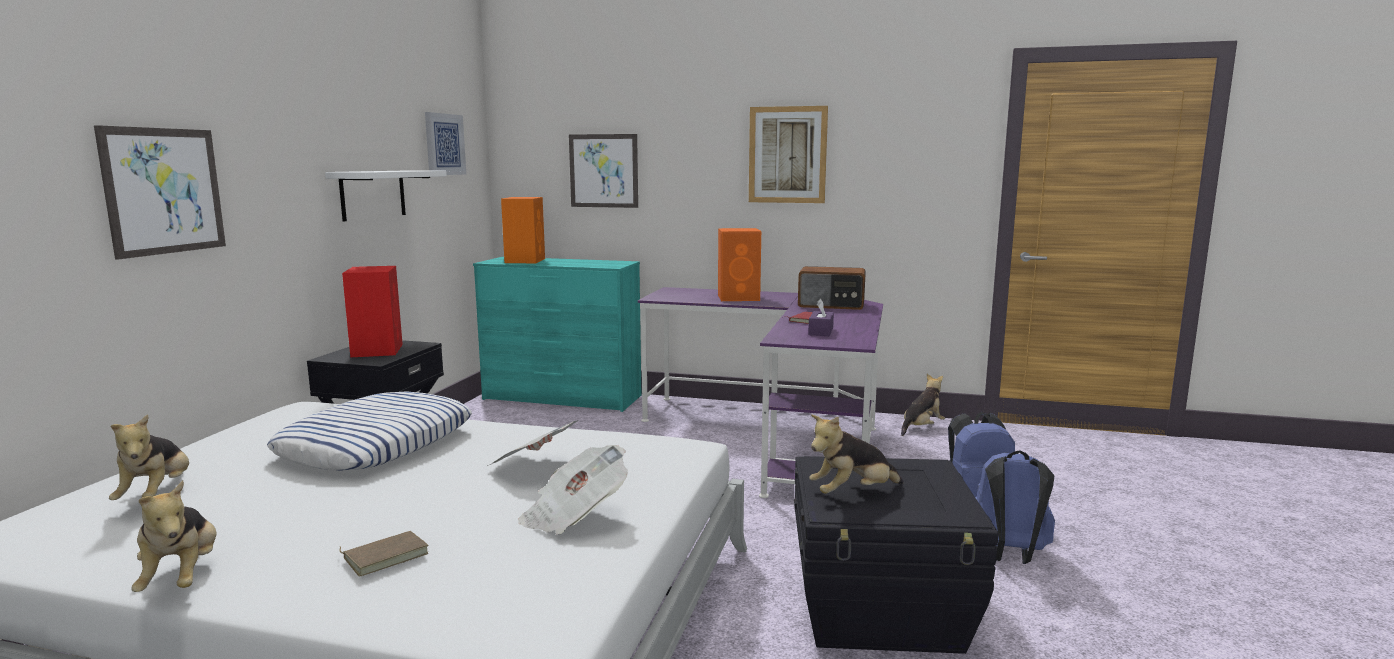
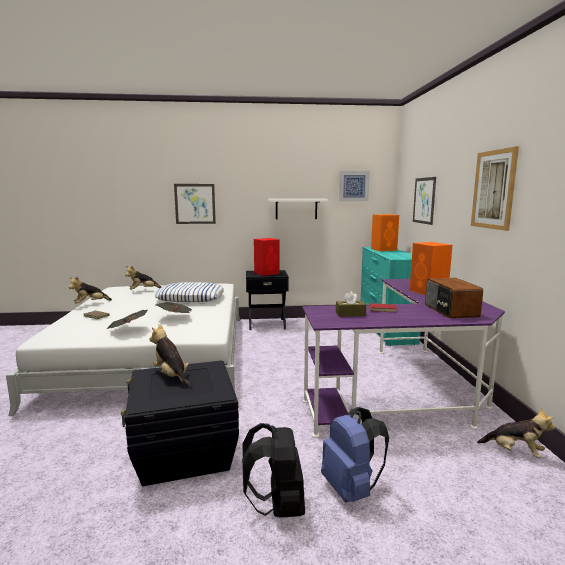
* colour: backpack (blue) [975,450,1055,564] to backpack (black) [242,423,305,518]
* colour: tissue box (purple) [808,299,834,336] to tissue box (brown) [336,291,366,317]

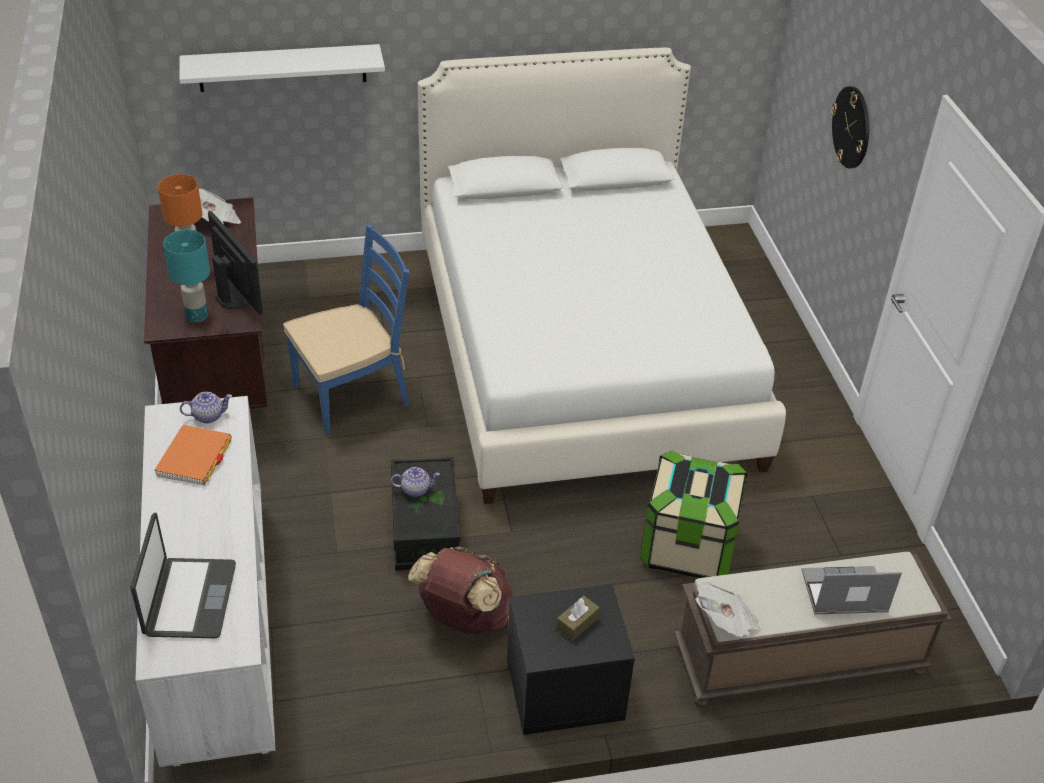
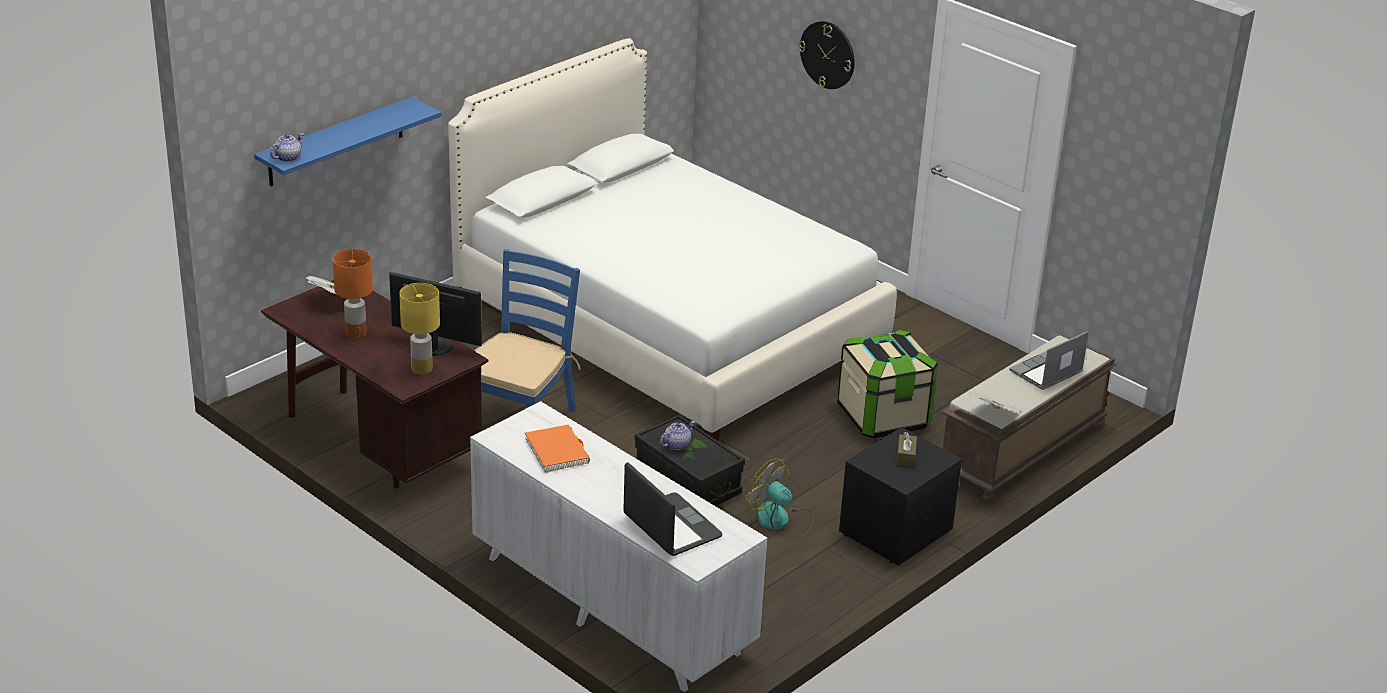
* colour: shelf (white) [179,44,385,92] to shelf (blue) [254,97,442,187]
* relocated: teapot [180,392,232,423] to [270,133,304,162]
* colour: table lamp (turquoise) [163,230,210,323] to table lamp (yellow) [399,283,440,375]
* exchanged: backpack (brown) [408,546,513,634] to fan [744,458,814,538]

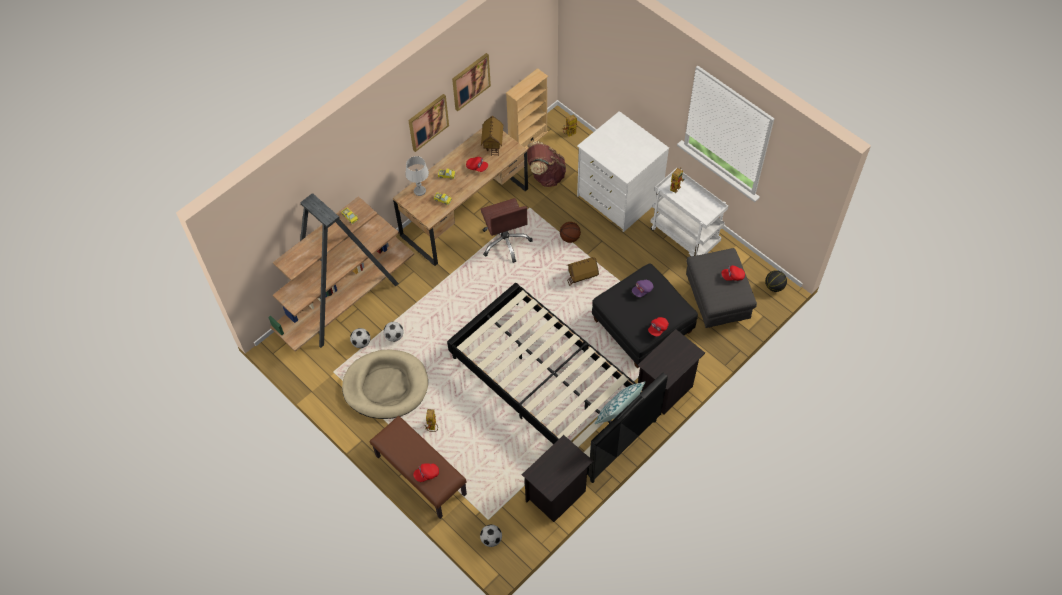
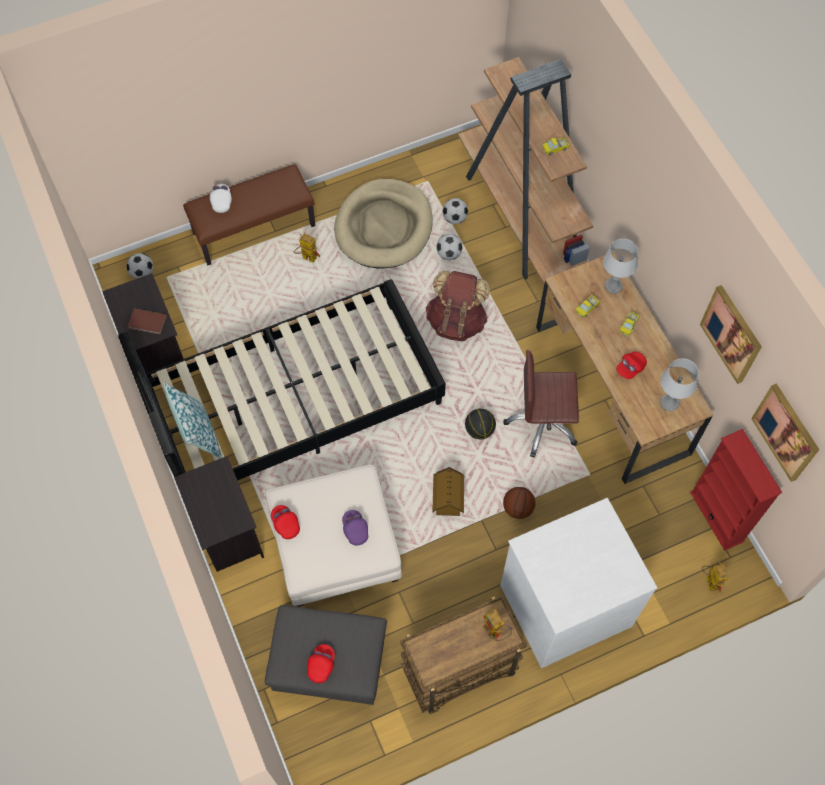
* appeared: book (brown) [127,308,167,334]
* colour: cap (red) [413,463,439,482] to cap (white) [210,184,232,213]
* colour: ottoman (black) [592,264,698,368] to ottoman (white) [266,465,402,607]
* colour: cart (white) [650,168,728,256] to cart (brown) [400,596,527,714]
* relocated: backpack (brown) [527,141,566,187] to [426,271,490,341]
* relocated: basketball [765,270,787,292] to [465,409,496,439]
* exchanged: toy house [481,115,503,156] to table lamp (grey) [660,359,699,411]
* colour: bookcase (beige) [506,68,548,149] to bookcase (red) [690,429,782,551]
* relocated: picture [408,94,449,152] to [751,383,819,482]

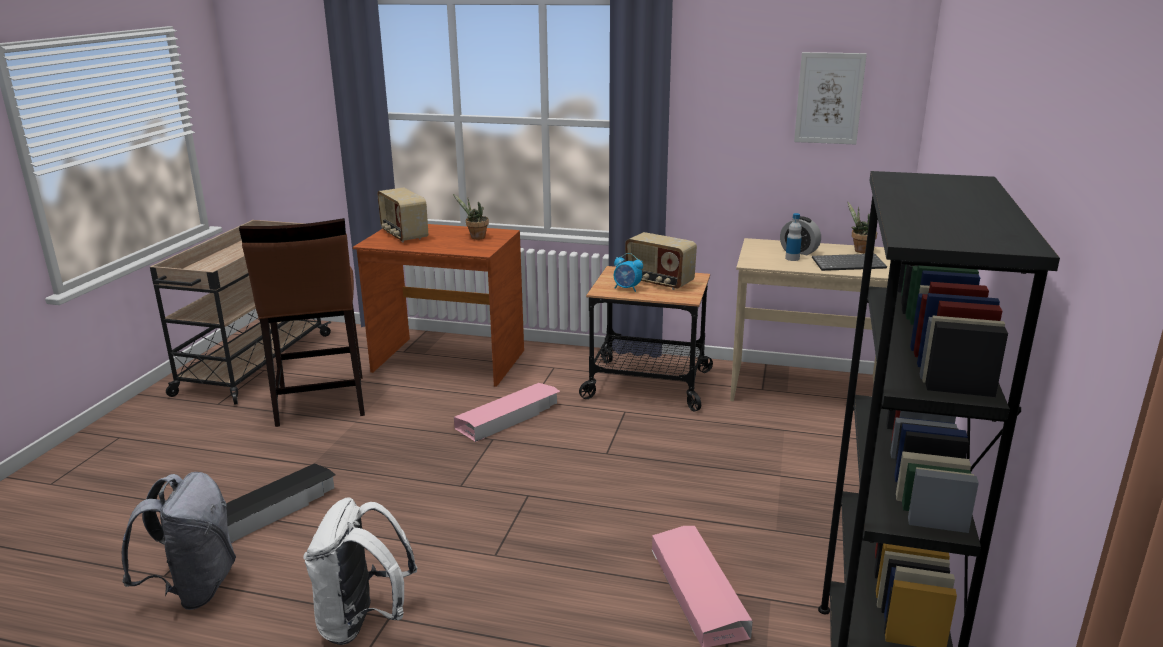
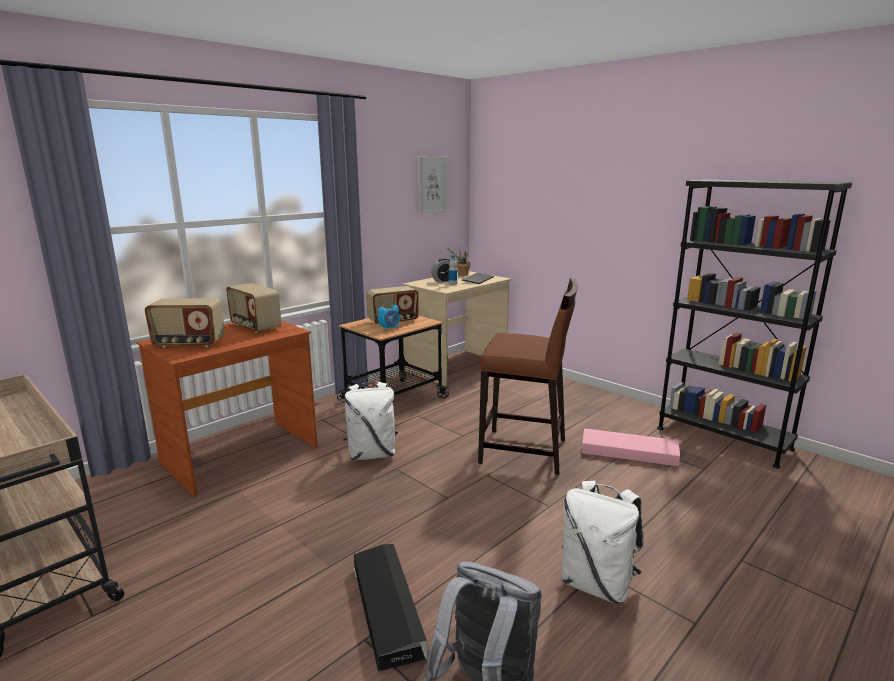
* exchanged: potted plant [453,194,489,239] to radio [226,283,281,333]
* exchanged: storage box (pink) [454,383,560,442] to backpack (white) [343,382,398,460]
* relocated: stool (brown) [239,218,365,427] to [478,278,578,475]

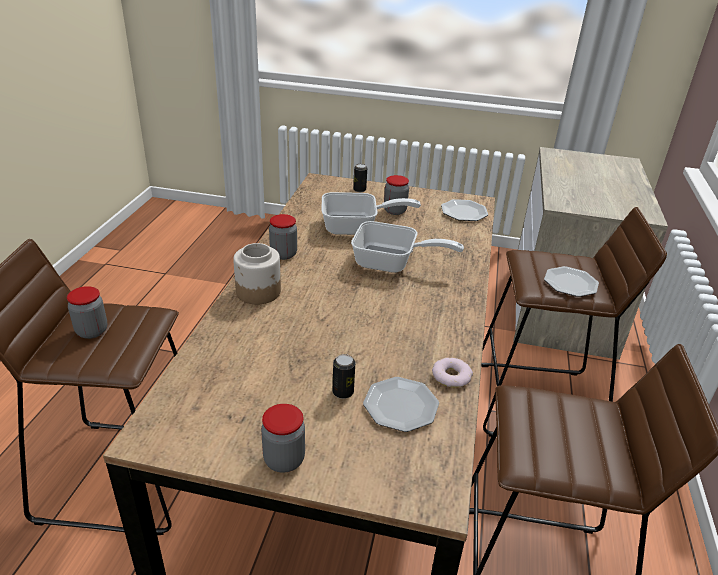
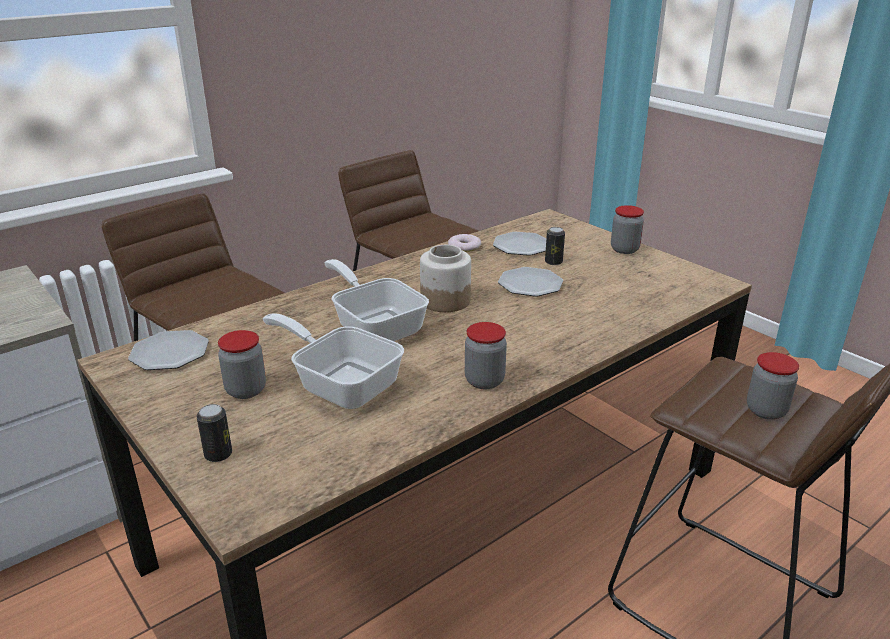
* relocated: jar [233,243,281,304] to [420,245,471,312]
* relocated: plate [544,266,599,297] to [498,267,563,297]

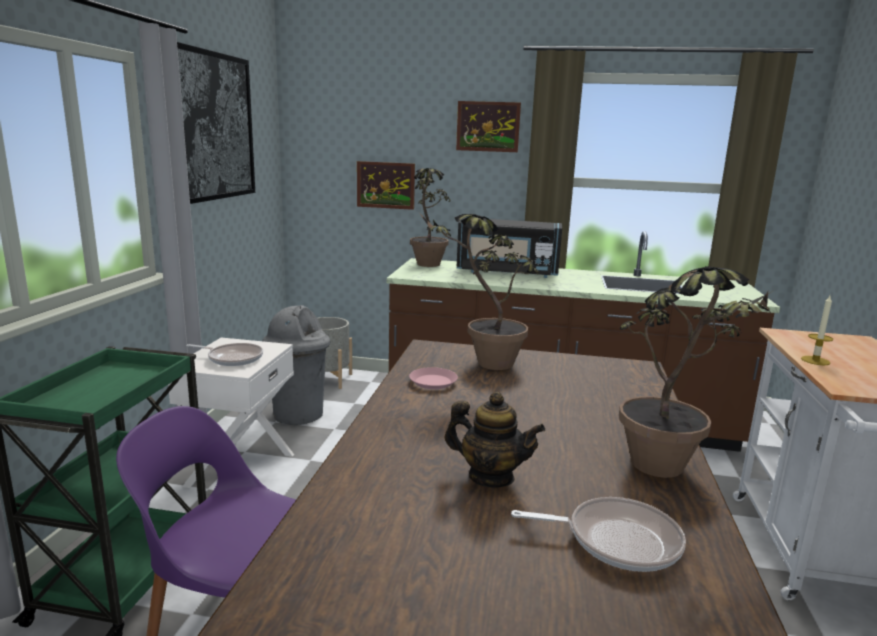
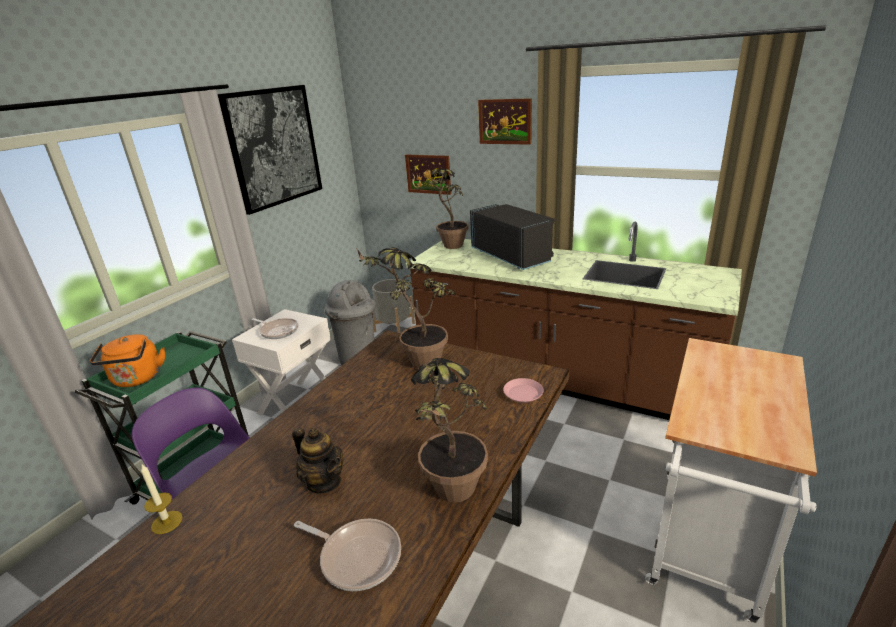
* appeared: kettle (orange) [89,334,165,387]
* relocated: candle [801,296,833,365] to [141,463,183,534]
* spun: microwave (black) [457,218,562,278] = [470,204,555,270] 150 degrees counterclockwise
* relocated: plate (pink) [409,367,458,389] to [503,378,544,403]

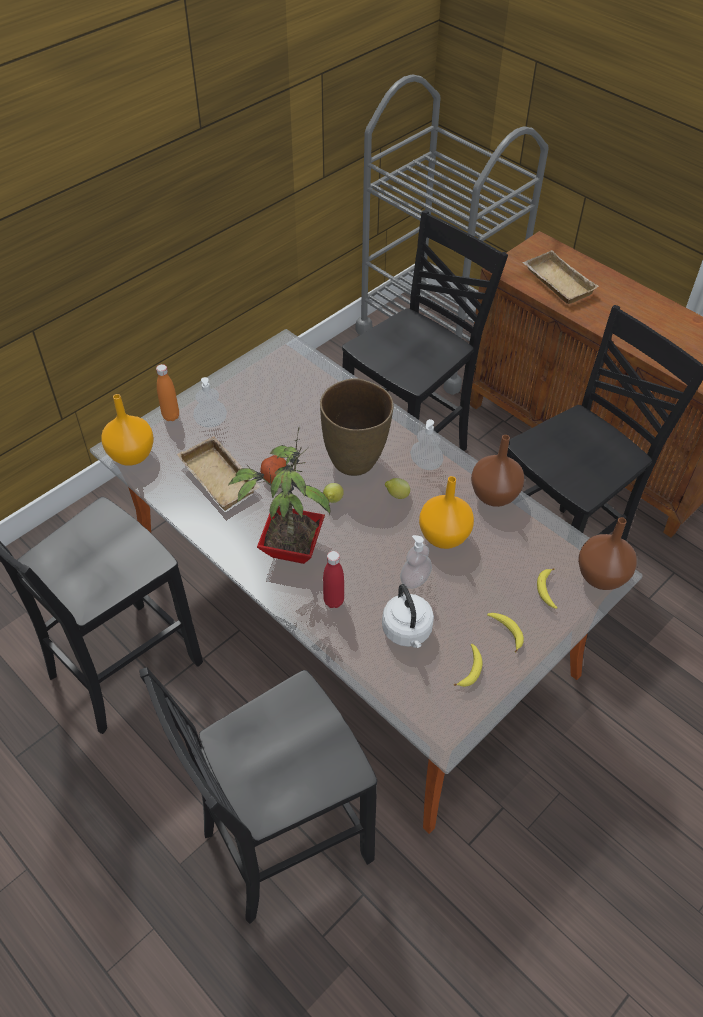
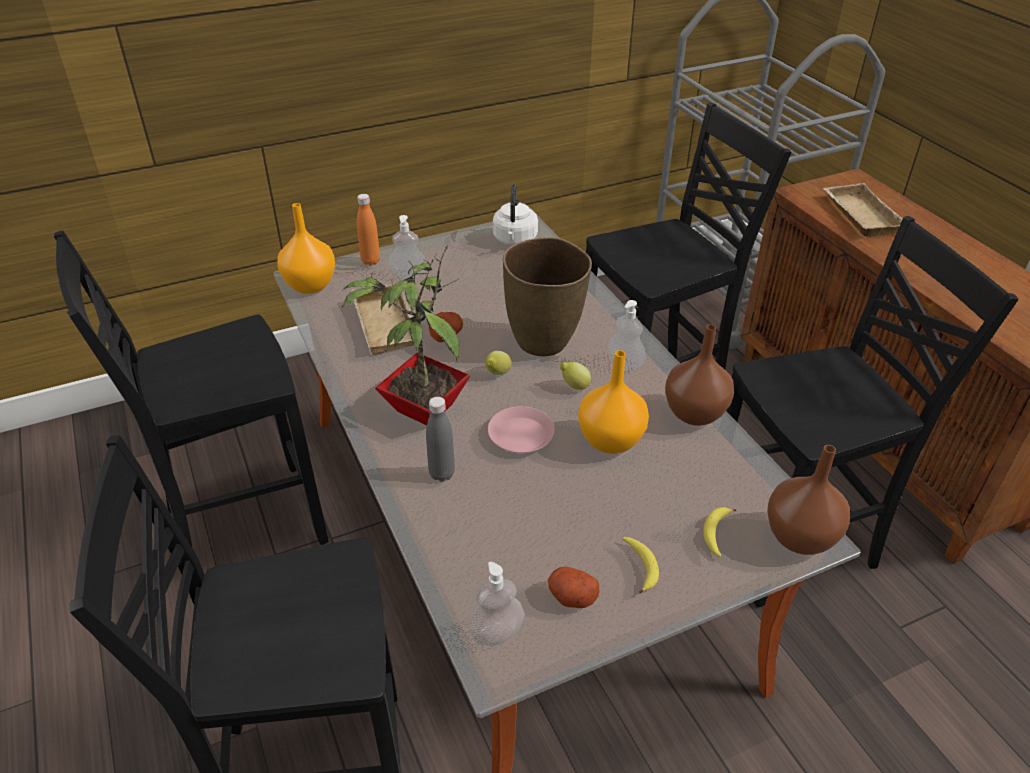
* colour: bottle (red) [323,551,344,608] to bottle (grey) [426,397,455,482]
* relocated: soap dispenser [400,535,432,589] to [468,561,525,646]
* appeared: plate (pink) [488,406,555,453]
* relocated: kettle (white) [382,584,434,648] to [493,184,538,246]
* exchanged: banana [454,644,483,687] to potato [548,566,600,608]

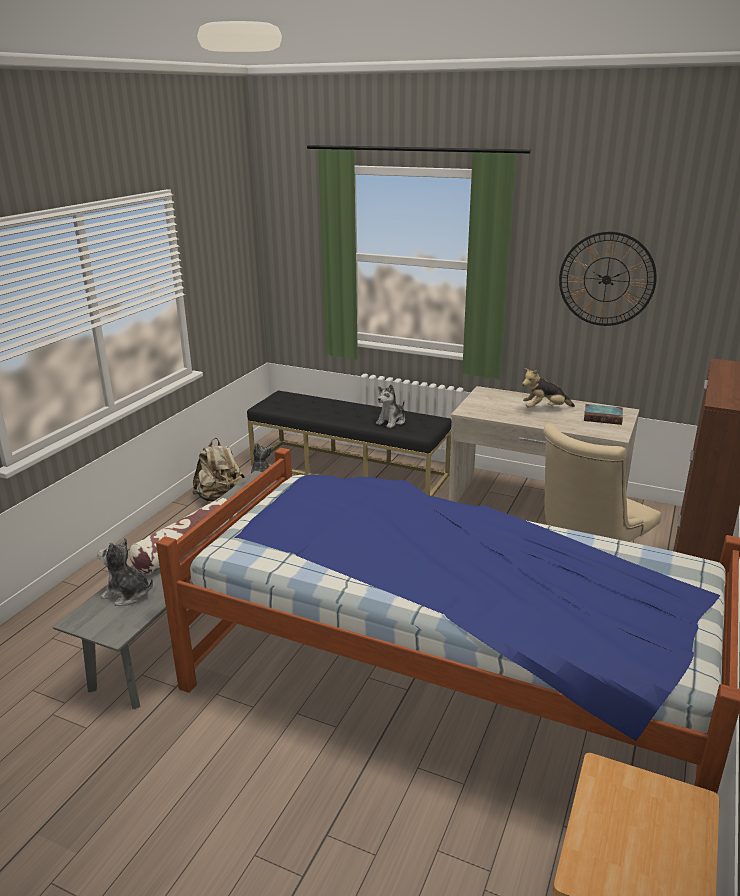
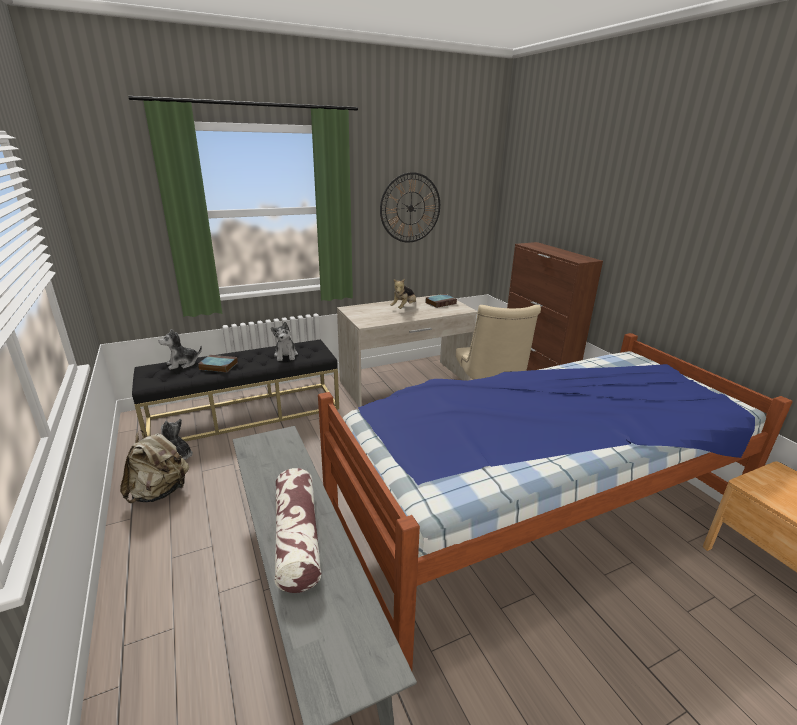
* relocated: plush toy [97,538,153,606] to [158,329,202,370]
* appeared: book [198,355,238,372]

